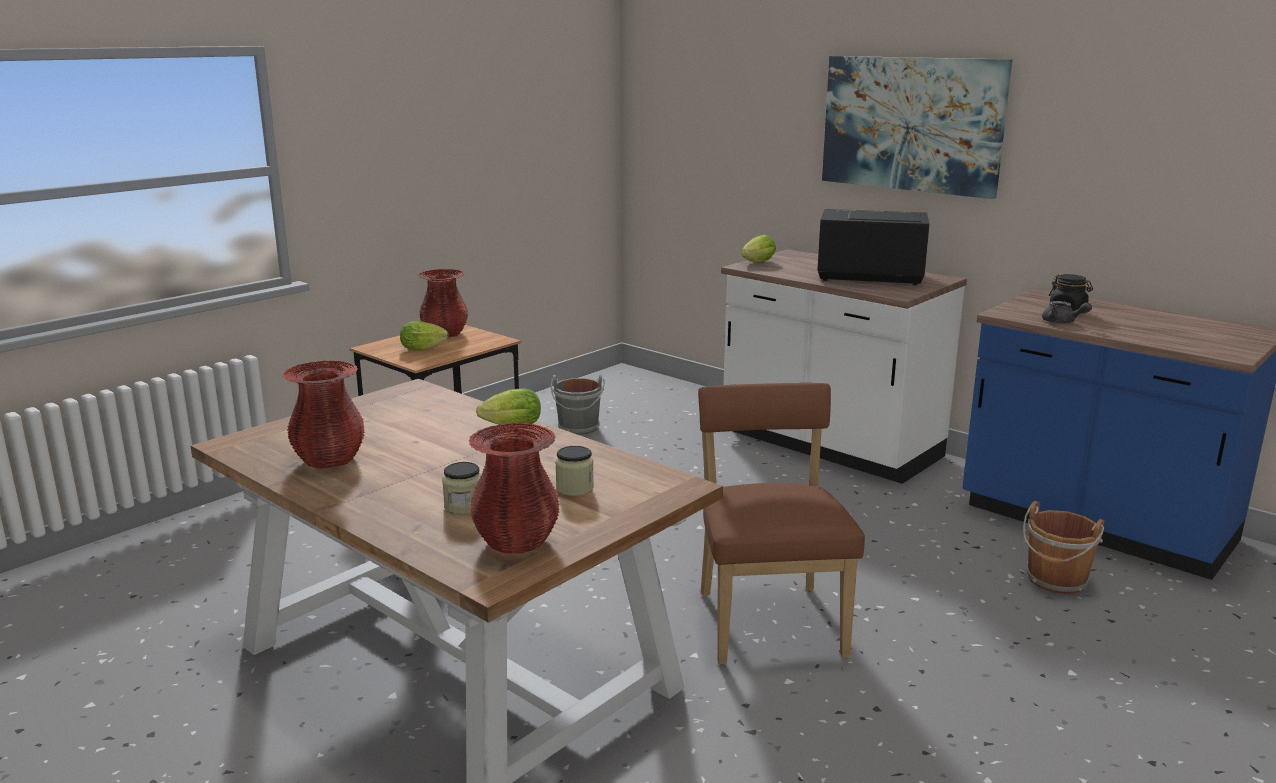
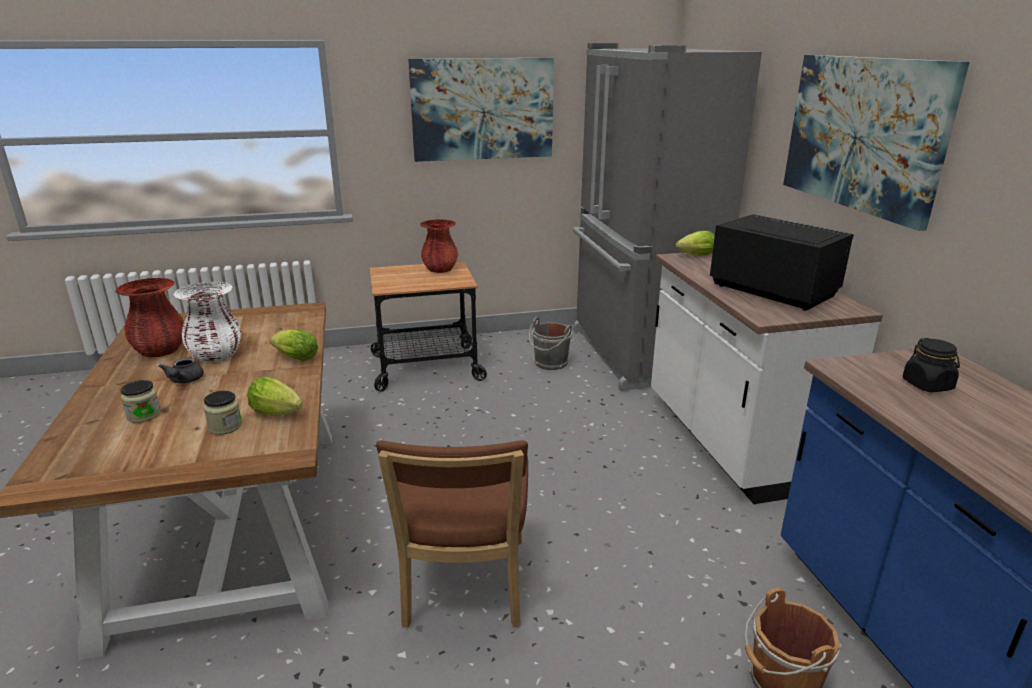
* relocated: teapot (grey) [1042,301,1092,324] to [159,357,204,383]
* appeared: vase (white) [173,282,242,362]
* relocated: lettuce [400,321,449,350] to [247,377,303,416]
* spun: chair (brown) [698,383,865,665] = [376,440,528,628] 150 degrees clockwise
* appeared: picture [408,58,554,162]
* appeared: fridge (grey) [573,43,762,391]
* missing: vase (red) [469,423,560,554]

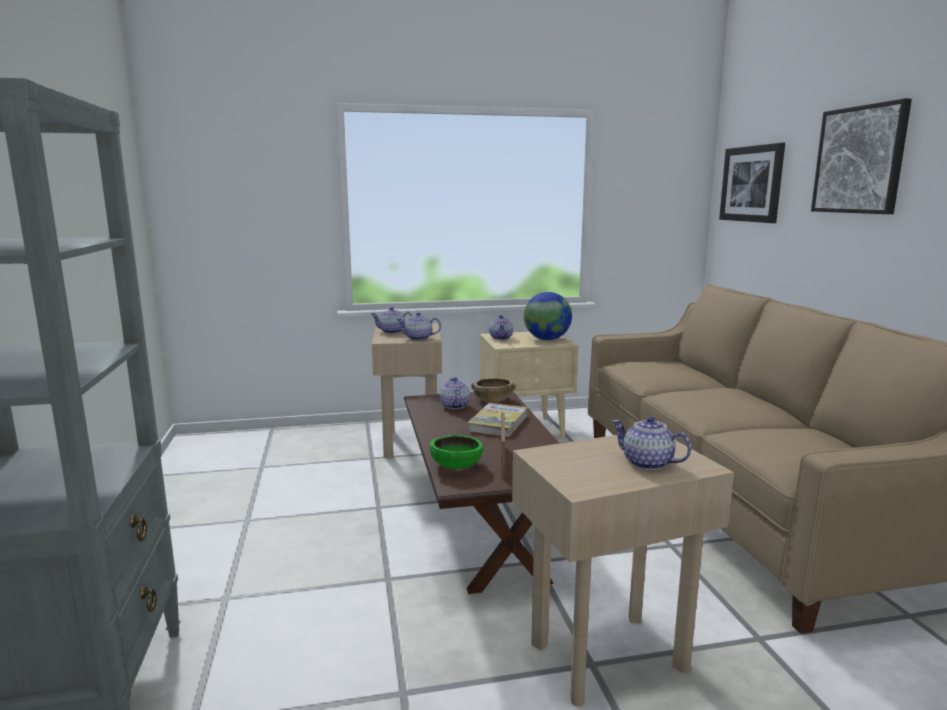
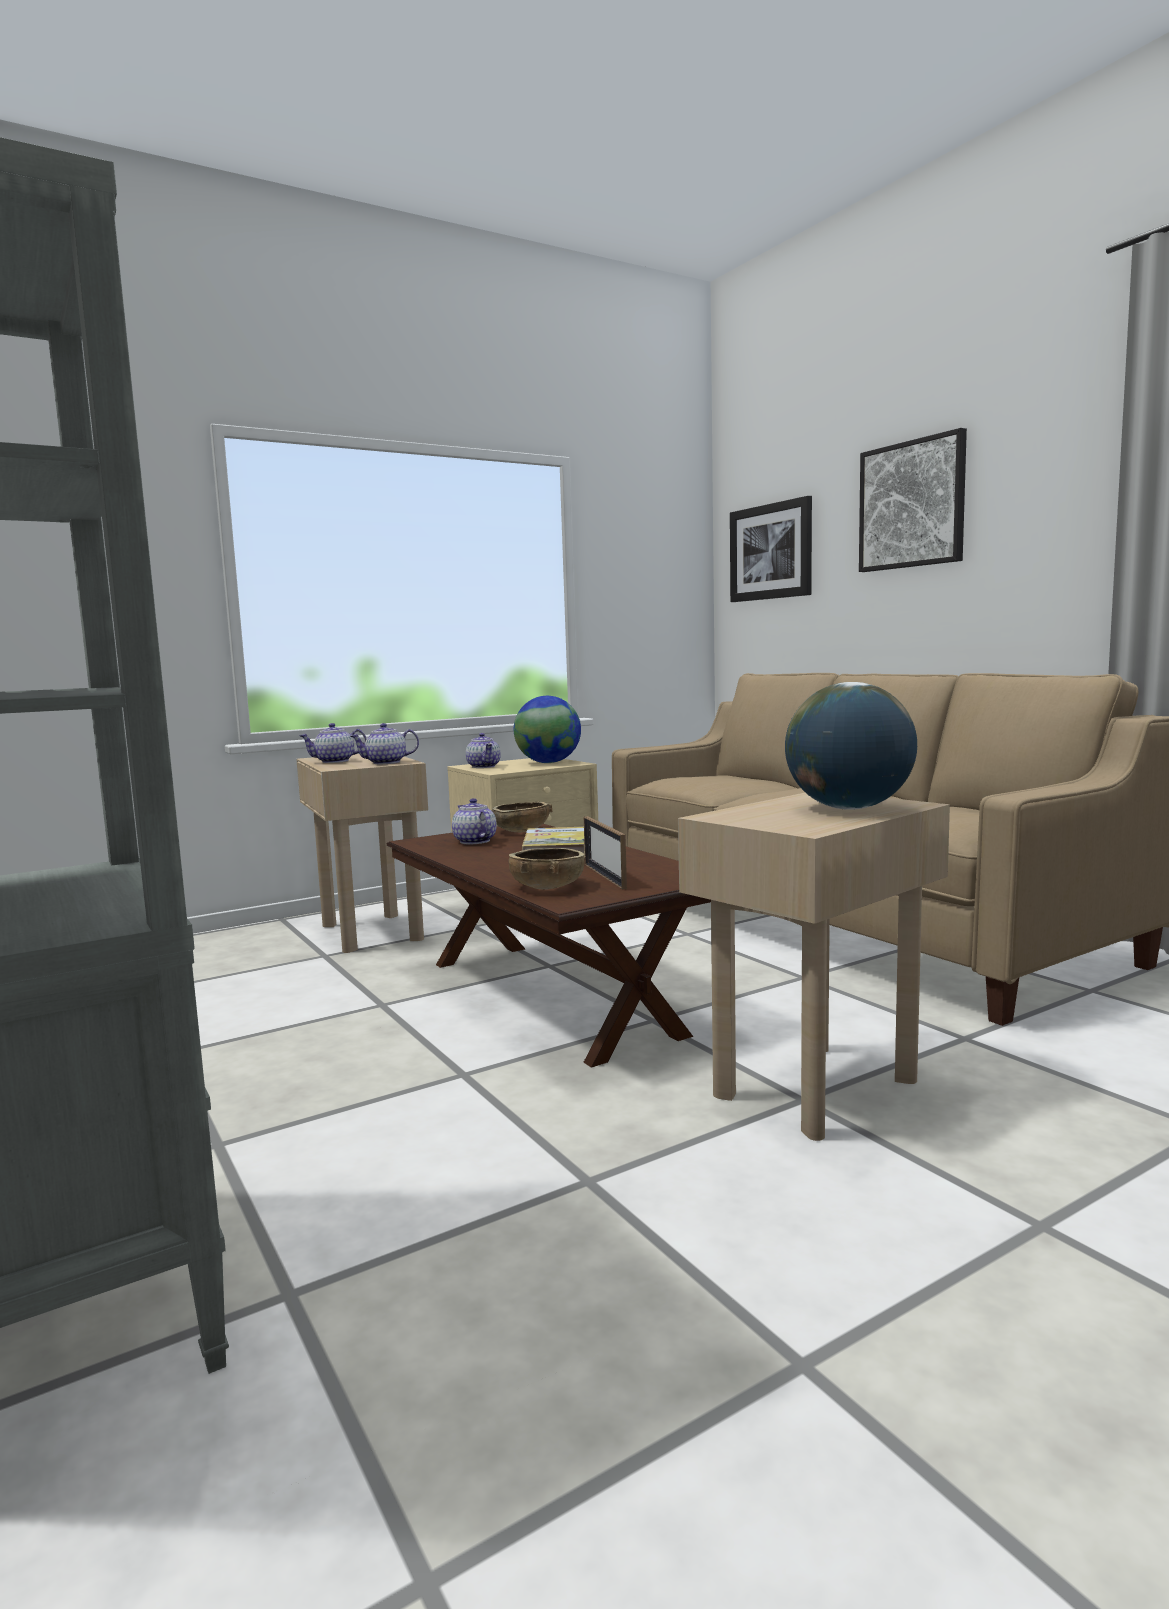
* colour: bowl (green) [430,435,485,469] to bowl (brown) [509,848,586,890]
* exchanged: teapot [612,416,691,470] to globe [785,682,917,810]

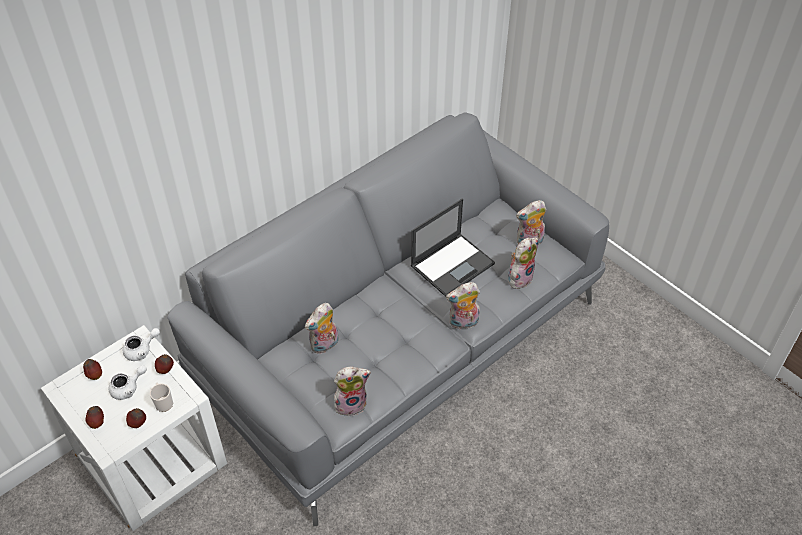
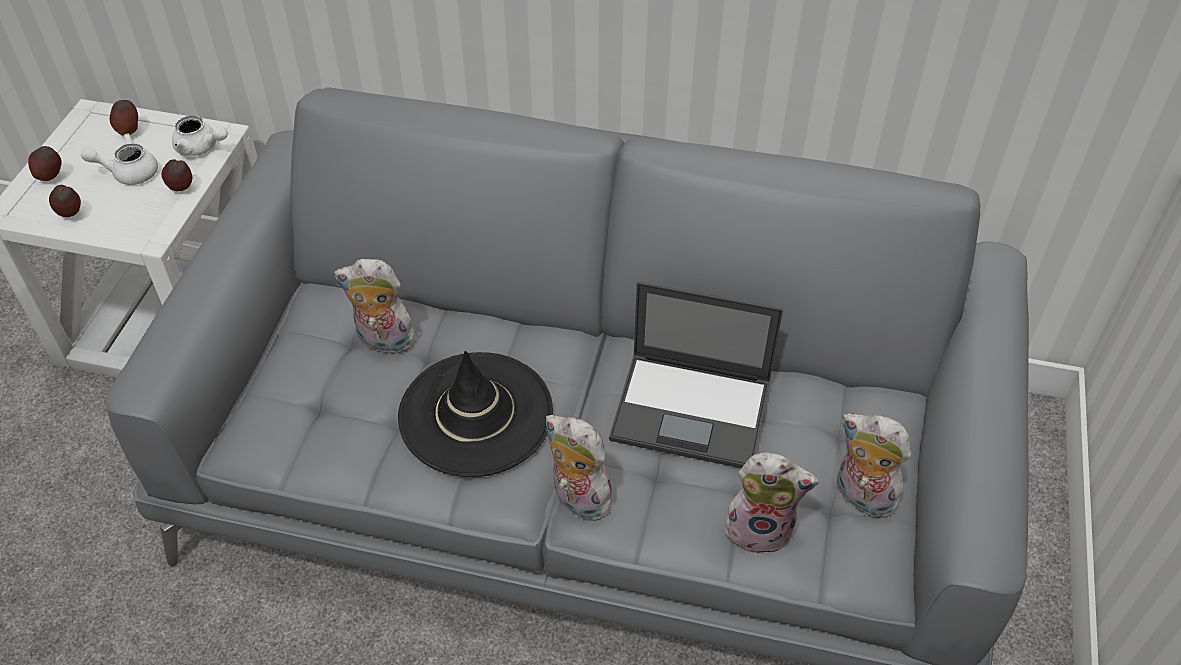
* spun: teapot (white) [109,365,147,400] = [81,133,158,185] 150 degrees clockwise
* appeared: hat (black) [398,351,553,477]
* missing: mug [150,383,173,412]
* missing: plush toy [334,366,371,416]

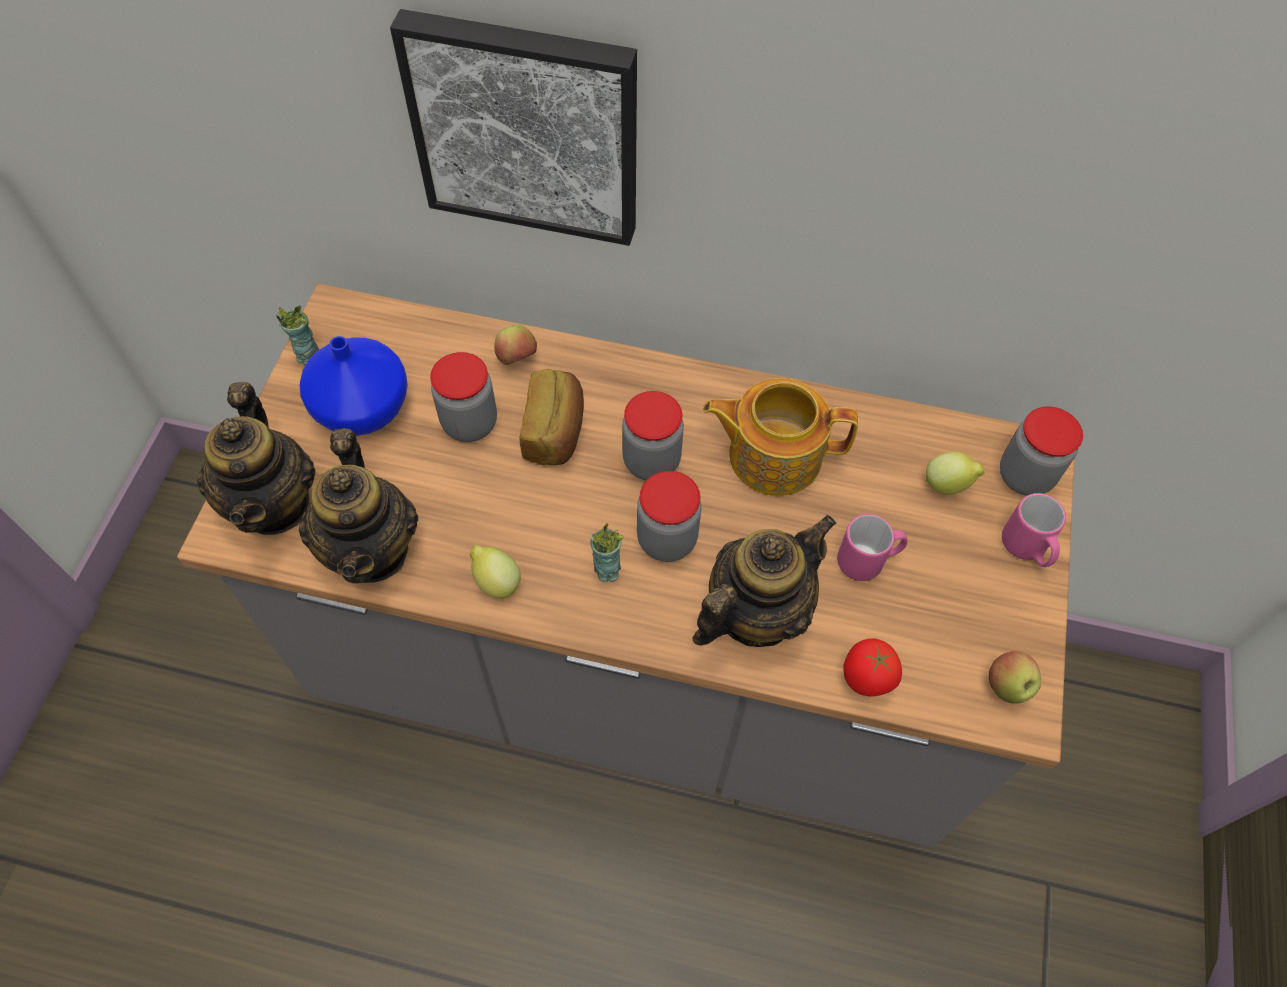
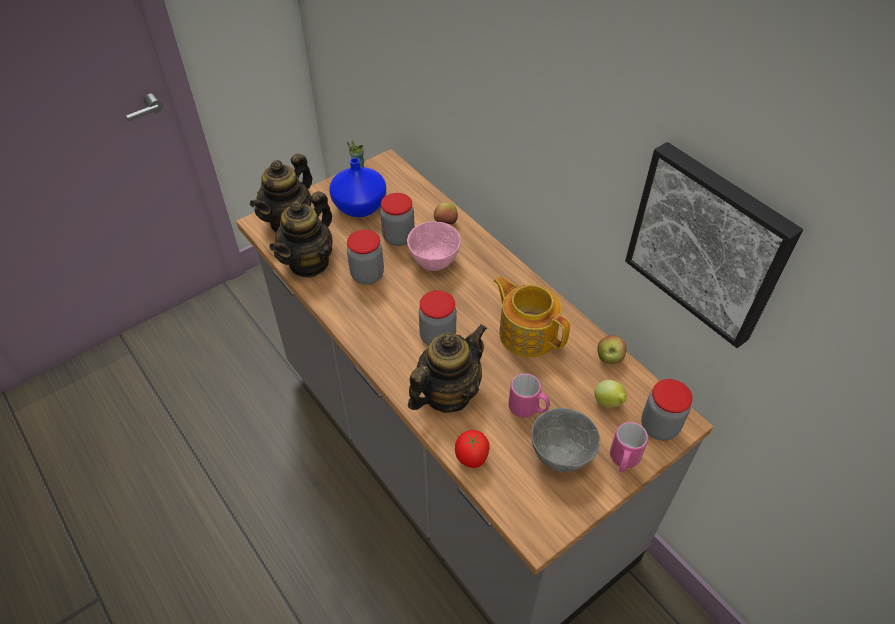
* relocated: jar [622,391,684,480] to [347,230,384,285]
* exchanged: bread [519,369,584,465] to bowl (pink) [407,221,461,271]
* spun: teapot [692,515,837,647] = [408,324,487,412] 45 degrees counterclockwise
* appeared: bowl (grey) [531,408,600,472]
* relocated: apple [989,651,1041,704] to [597,335,626,364]
* relocated: picture [390,9,637,246] to [625,142,803,348]
* missing: lemon [470,545,521,598]
* missing: cup [590,523,624,582]

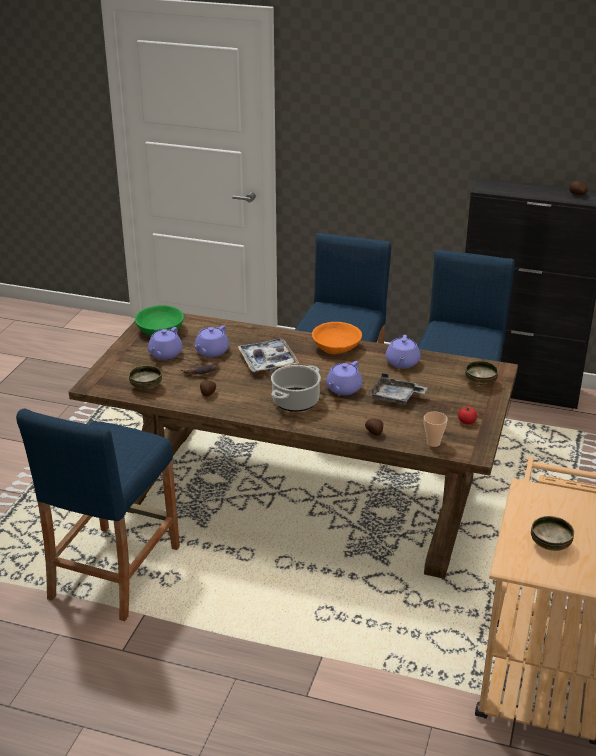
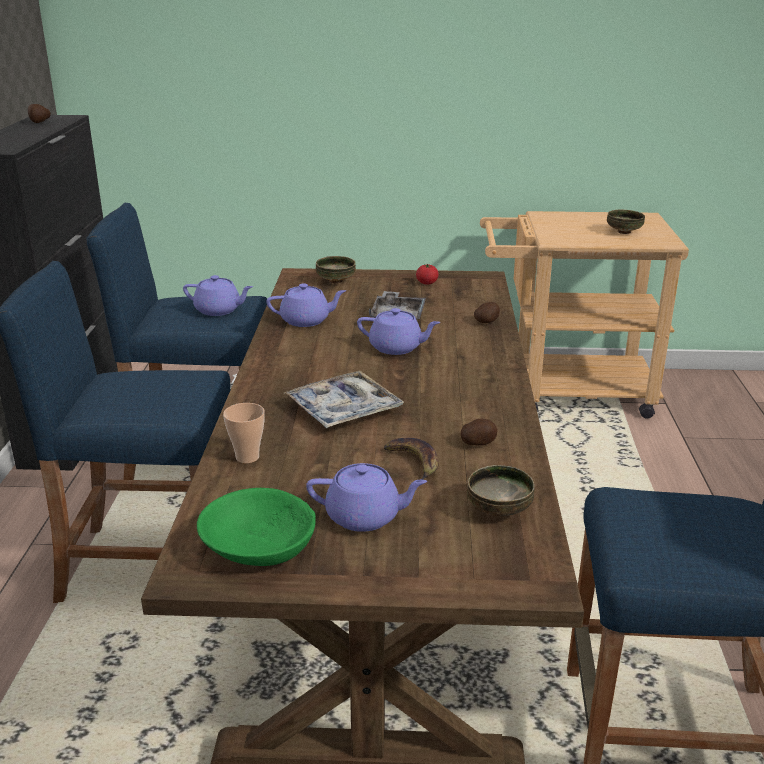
* relocated: teapot (purple) [195,325,229,357] to [183,275,253,316]
* relocated: cup [424,412,448,447] to [223,403,265,463]
* missing: cooking pot [271,365,321,412]
* missing: bowl (orange) [312,322,362,354]

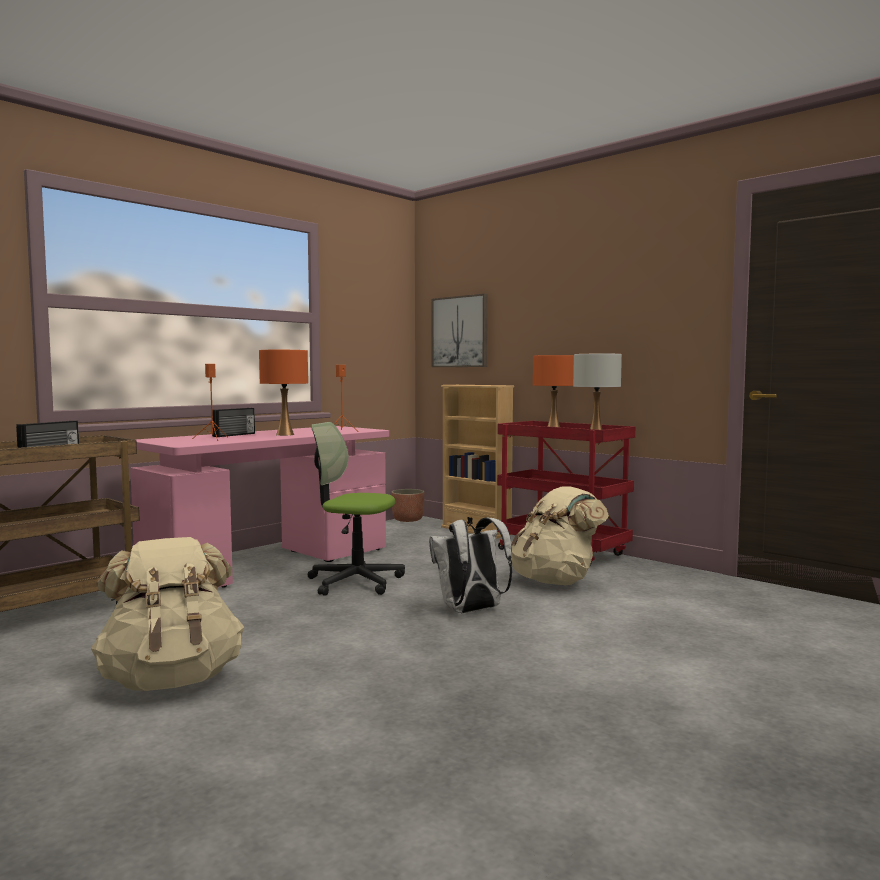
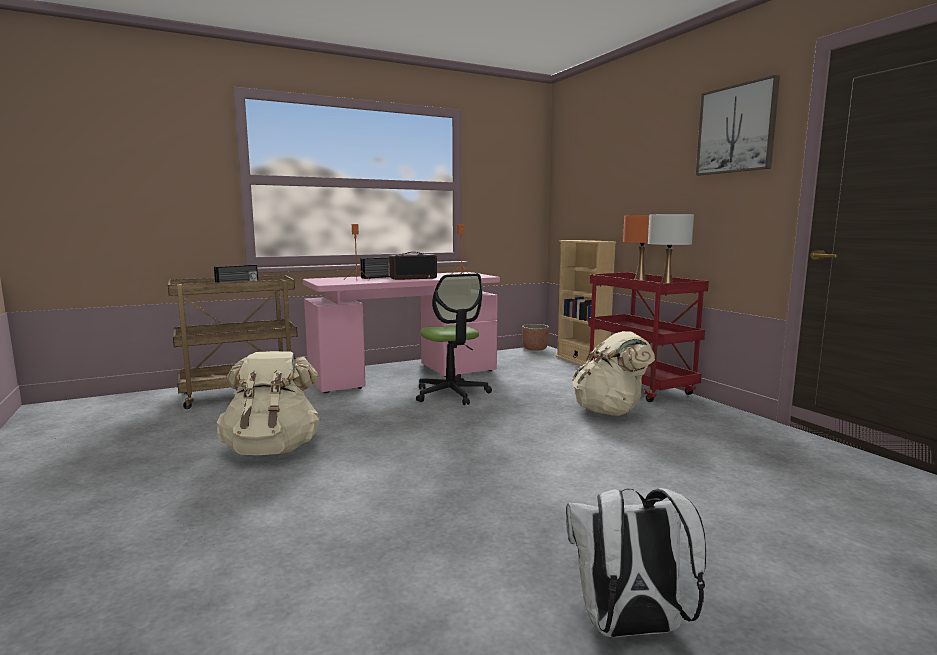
* exchanged: table lamp (orange) [259,350,308,436] to radio [389,252,437,280]
* spun: office chair [308,422,405,596] = [416,274,492,405] 150 degrees counterclockwise
* relocated: backpack (white) [429,517,512,613] to [566,488,706,637]
* relocated: picture [432,294,488,367] to [696,75,780,175]

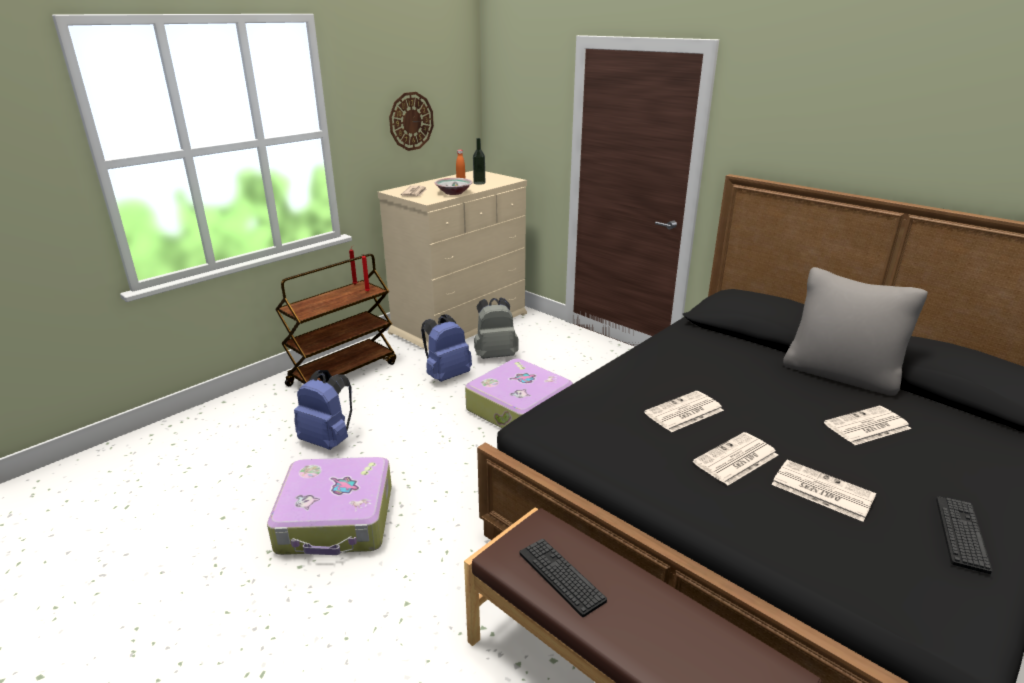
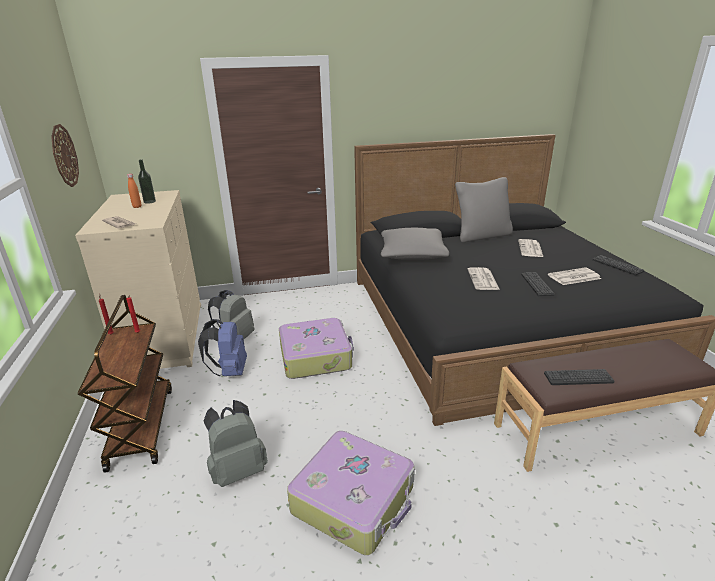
* colour: backpack (blue) [294,370,352,450] to backpack (grey) [204,400,268,487]
* appeared: pillow (grey) [381,228,449,260]
* exchanged: newspaper [693,432,778,485] to keyboard [521,272,555,296]
* missing: bowl [434,178,473,195]

